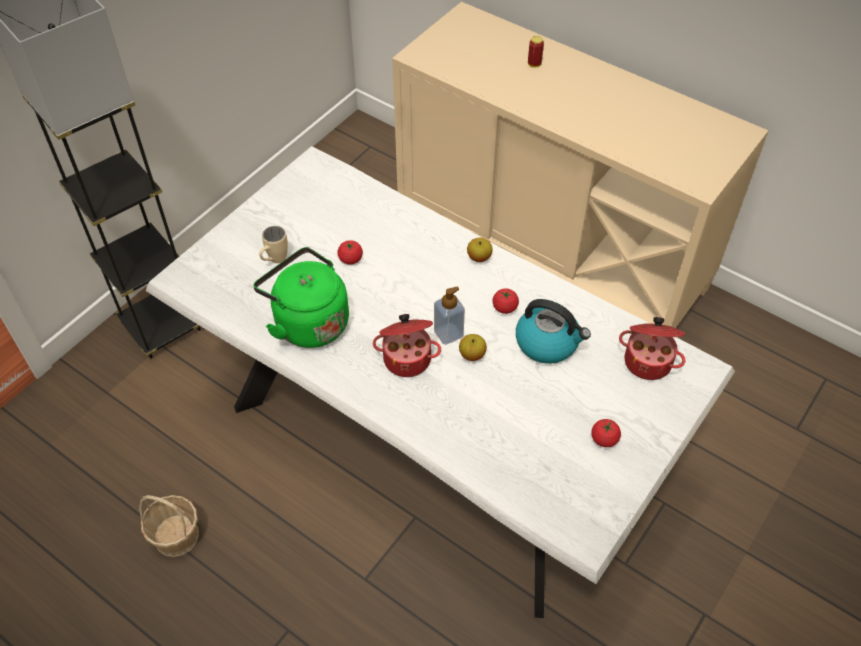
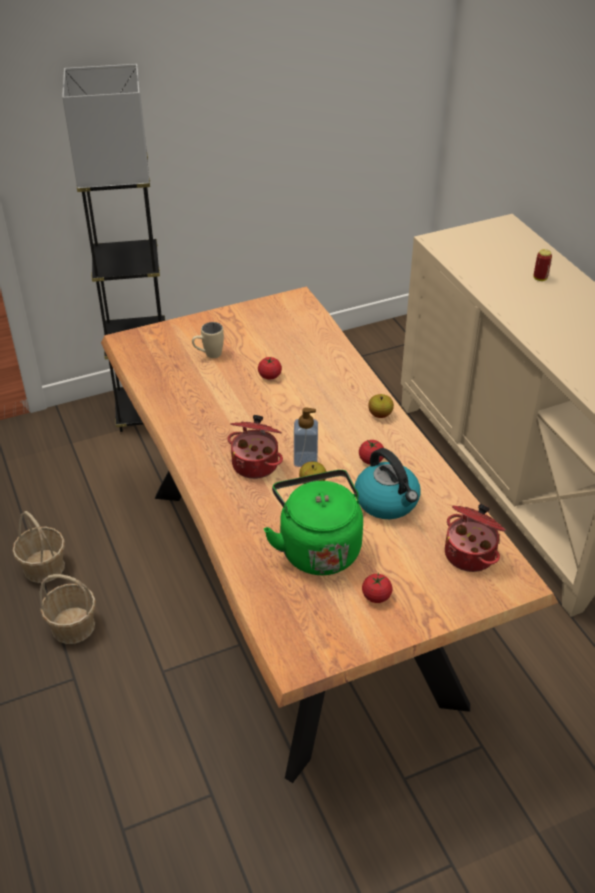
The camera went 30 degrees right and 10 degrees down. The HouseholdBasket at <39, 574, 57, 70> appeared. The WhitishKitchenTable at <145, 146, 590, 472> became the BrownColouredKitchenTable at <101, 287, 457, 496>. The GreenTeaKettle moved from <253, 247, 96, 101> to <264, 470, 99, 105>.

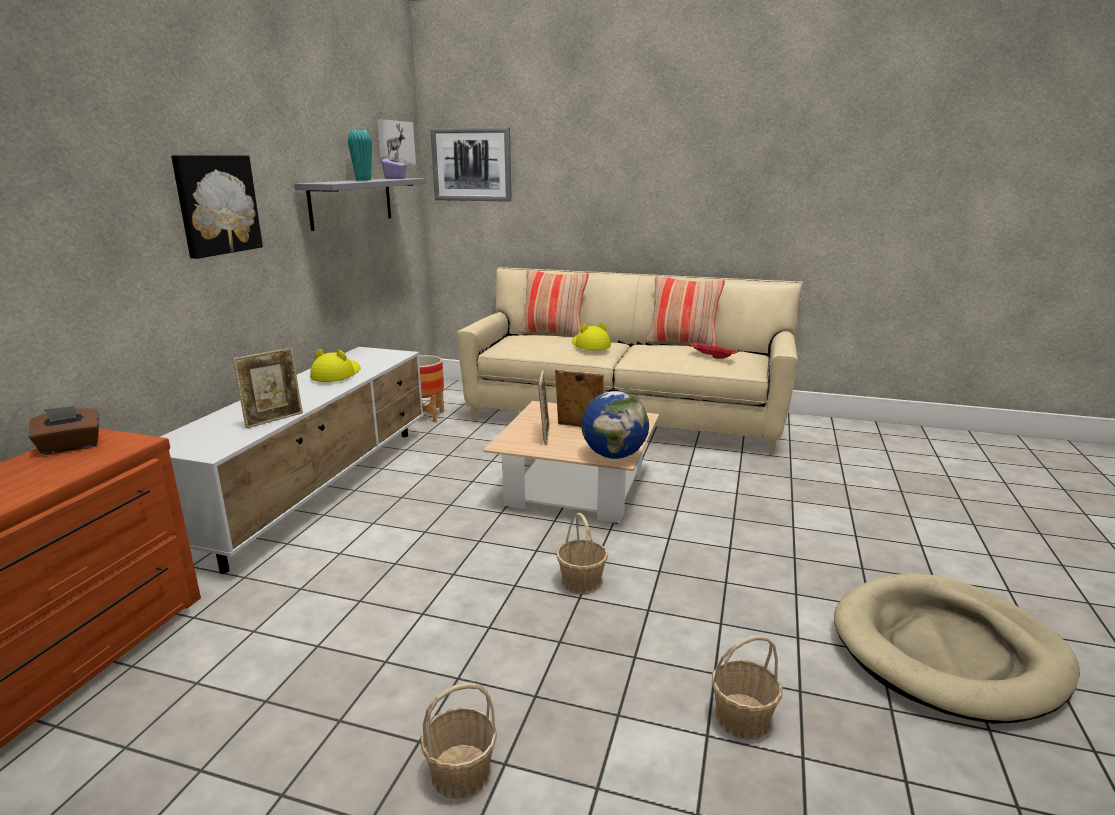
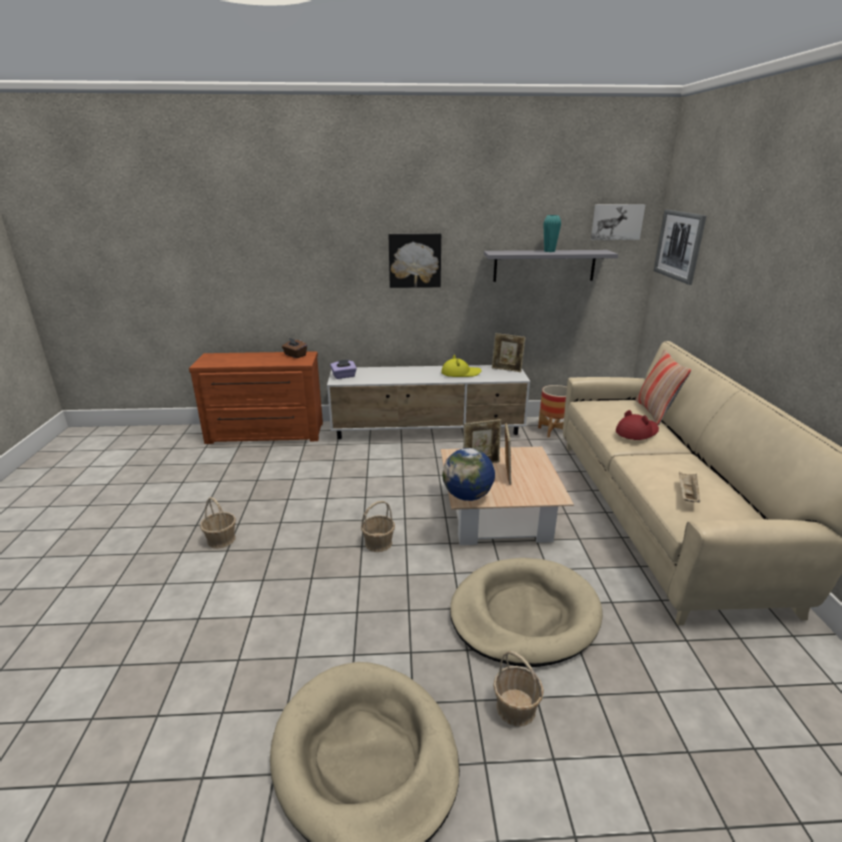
The camera went 70 degrees right and 5 degrees up. The PurpleTissueHolder moved from <382, 152, 25, 27> to <330, 359, 27, 20>. The SandColouredDogBed at <450, 558, 153, 109> appeared. The PhotoFrame moved from <233, 348, 70, 80> to <492, 333, 34, 39>. The HouseholdBasket moved from <712, 635, 71, 105> to <493, 651, 51, 76>. The YellowColouredHat at <572, 322, 39, 28> became the RedColouredHat at <616, 410, 43, 30>. The RedColouredServingTray at <689, 341, 50, 18> became the SandColouredServingTray at <679, 473, 21, 30>. The Pillow at <646, 276, 79, 71> disappeared.

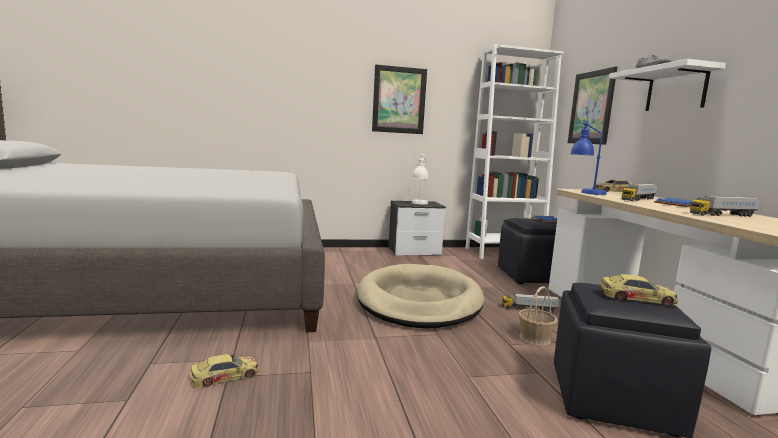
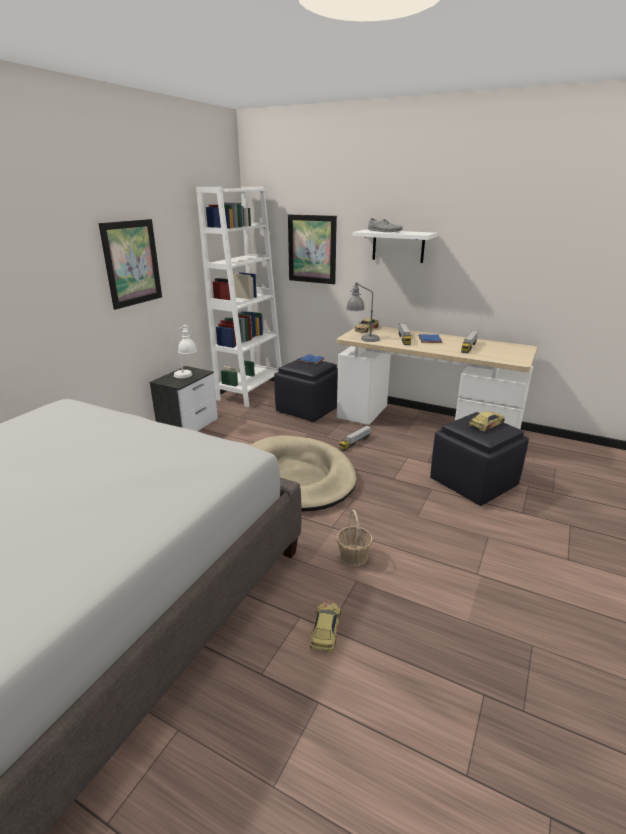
The camera went 50 degrees left and 15 degrees up. The HouseholdBasket moved from <518, 286, 40, 60> to <337, 509, 36, 57>. The BluishLampForATable at <570, 122, 37, 73> became the GreyishLampForATable at <346, 282, 34, 60>.

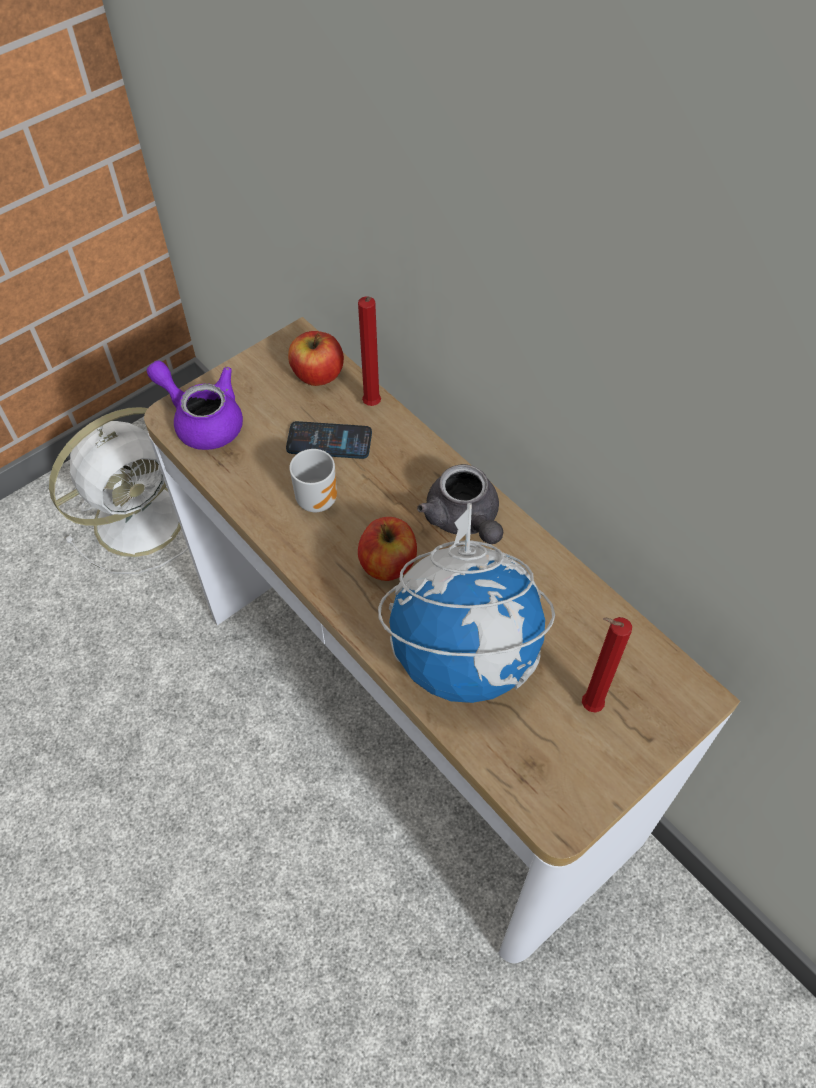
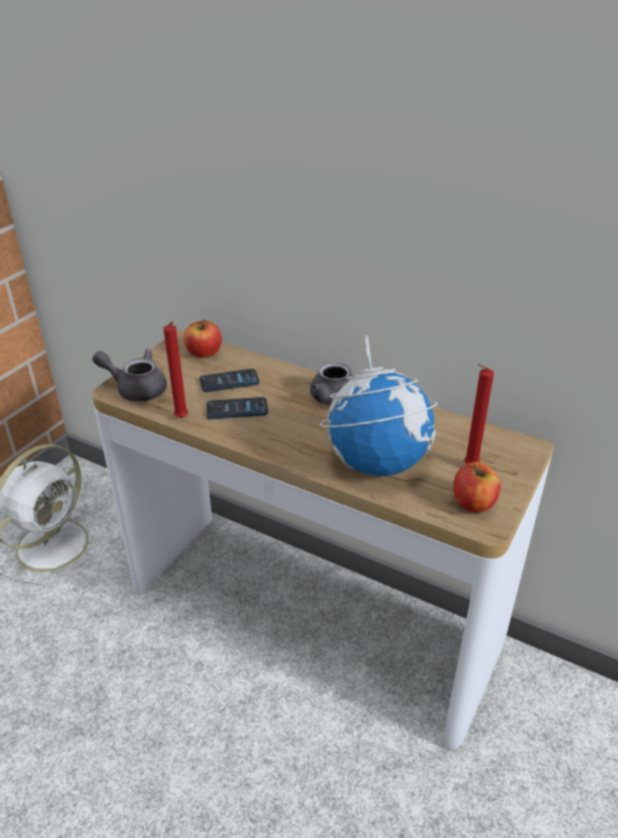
The camera went 20 degrees left and 20 degrees down. The PurpleTeaPot at <147, 361, 96, 89> became the GreyishTeaPot at <92, 349, 75, 53>. The RedColouredCandle moved from <358, 296, 23, 110> to <163, 321, 25, 97>. The TeaMug at <289, 449, 48, 63> was replaced by the Telephone at <207, 397, 61, 22>. The WholeApple moved from <358, 517, 59, 64> to <453, 462, 48, 51>.

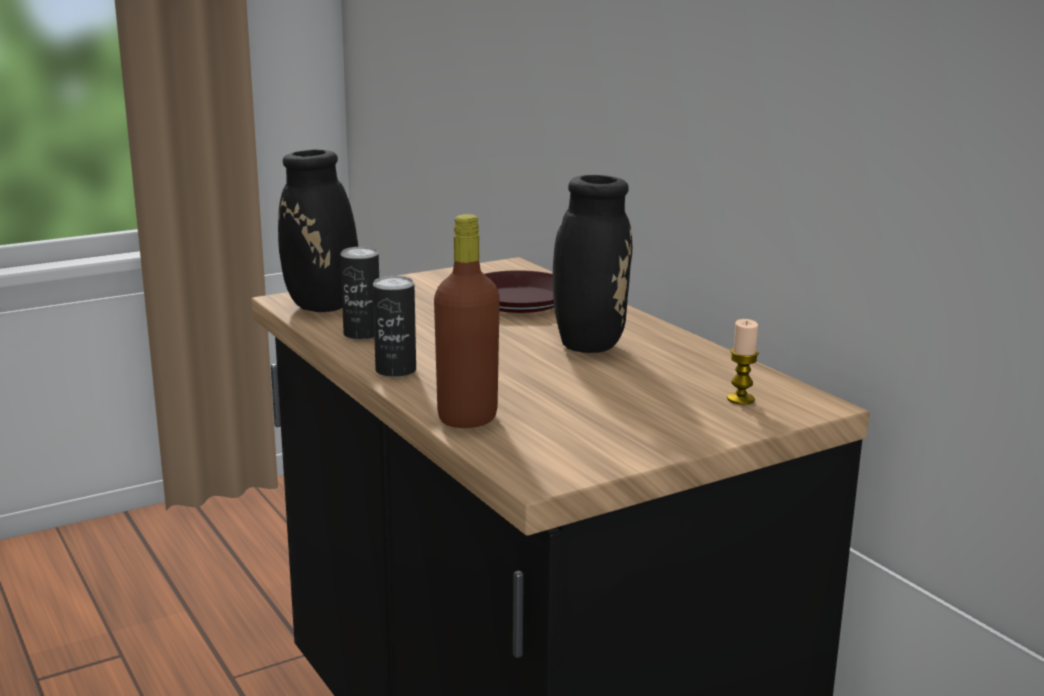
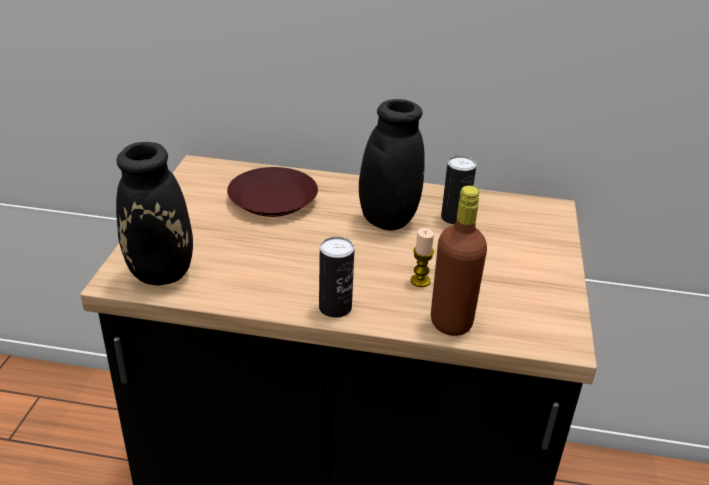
The camera went 50 degrees left and 15 degrees up. The Candle moved from <727, 319, 32, 86> to <411, 228, 23, 59>. The Can moved from <340, 247, 39, 93> to <441, 156, 35, 68>.

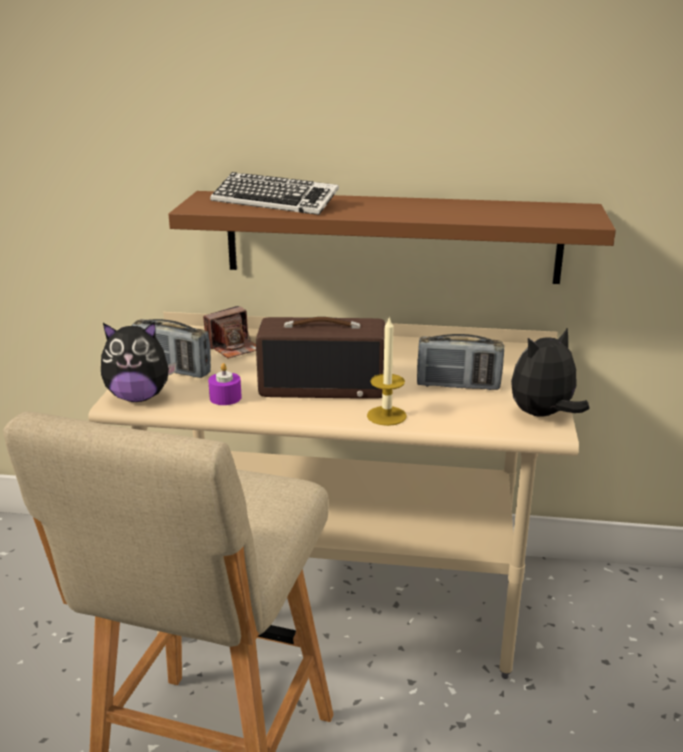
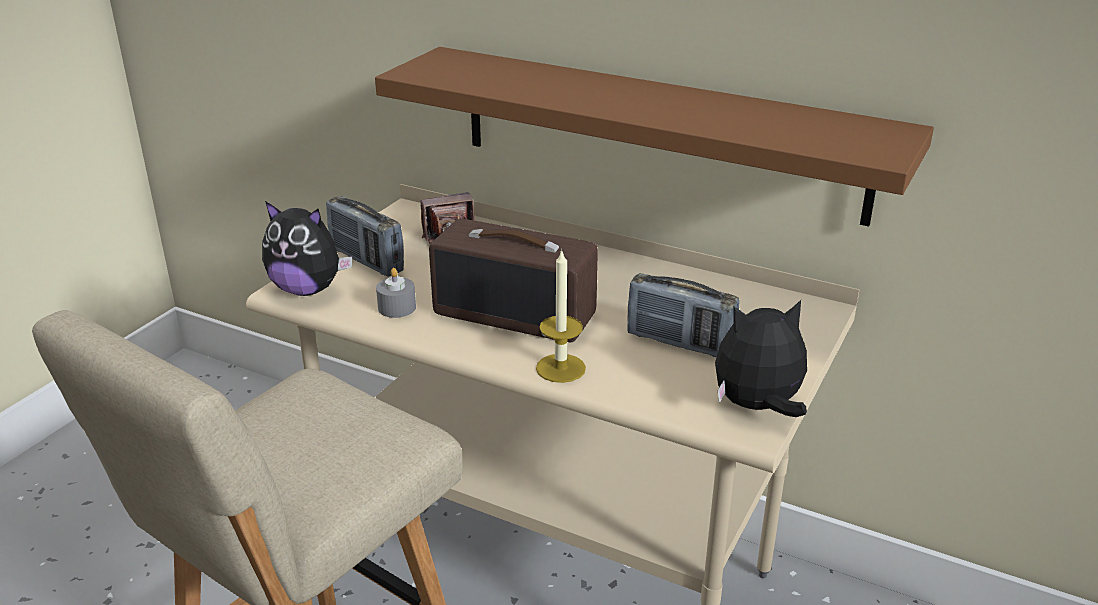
The camera went 20 degrees right and 5 degrees up. The PurpleCandle at <208, 363, 34, 42> became the GreyishCandle at <376, 268, 40, 50>. The Keyboard at <210, 172, 129, 43> disappeared.

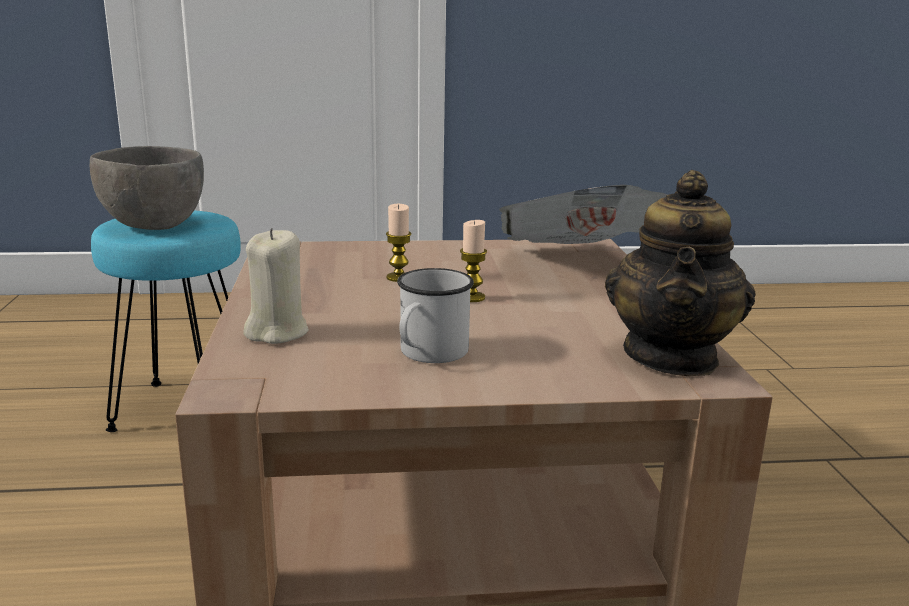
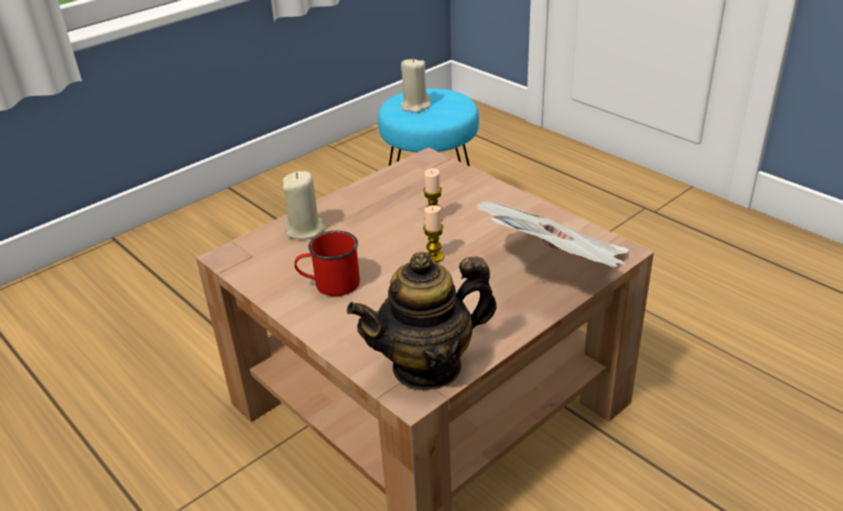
The camera went 55 degrees right and 15 degrees up. The WhitishTeaMug at <397, 268, 77, 95> became the RedColouredTeaMug at <294, 231, 66, 65>. The GreyishServingBowl at <90, 146, 114, 84> was replaced by the SandColouredCandle at <401, 57, 30, 56>.

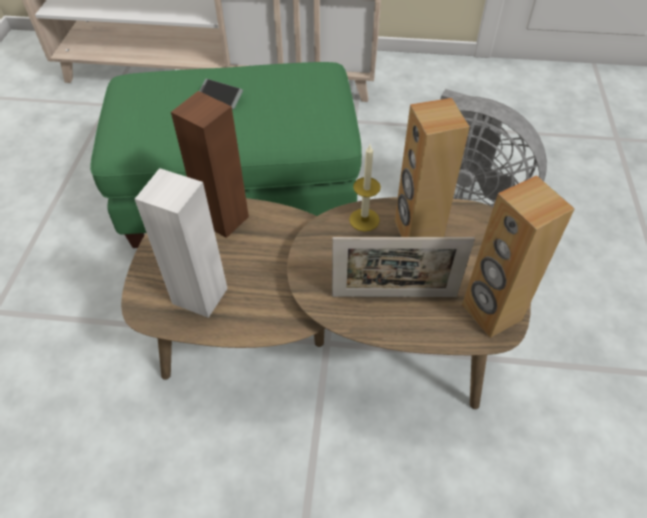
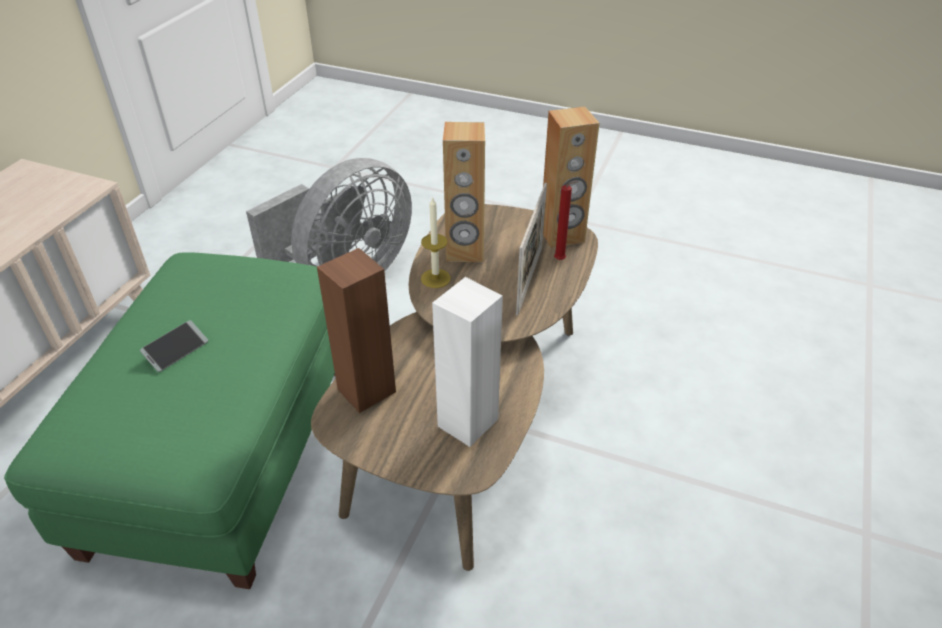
The camera went 75 degrees left and 10 degrees down. The RedColouredCandle at <554, 181, 23, 79> appeared.

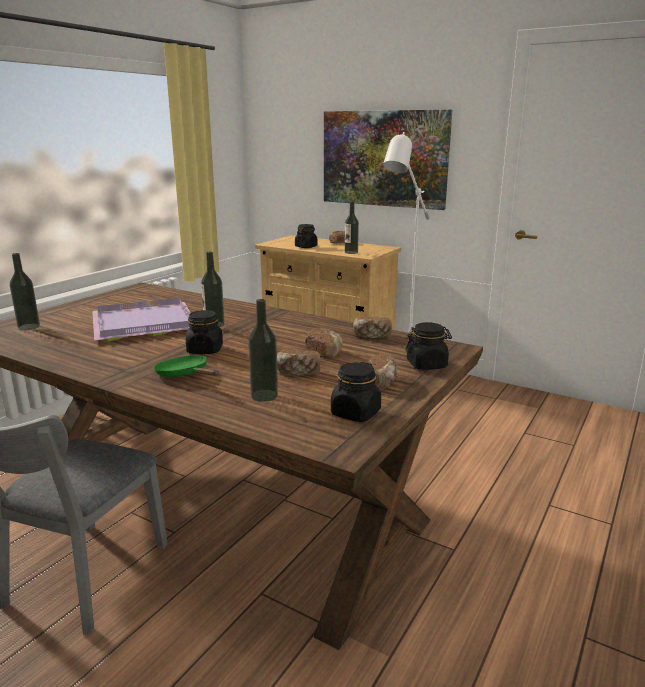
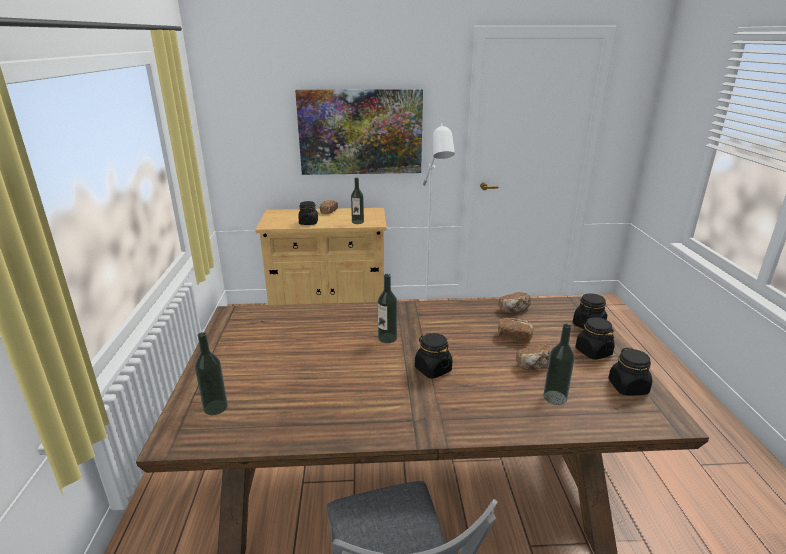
The camera went 35 degrees left and 5 degrees up. The BakeryBread at <369, 354, 29, 35> was replaced by the BlackishStorageJar at <576, 317, 39, 43>. The PurpleServingTray at <92, 298, 99, 43> disappeared. The GreenFryingPan at <153, 355, 66, 22> disappeared.

